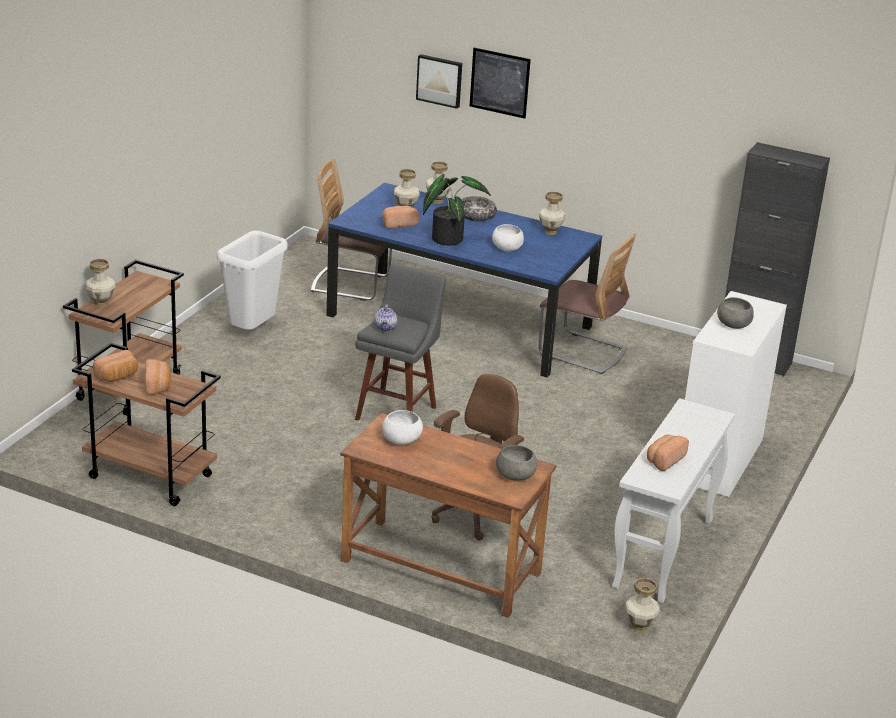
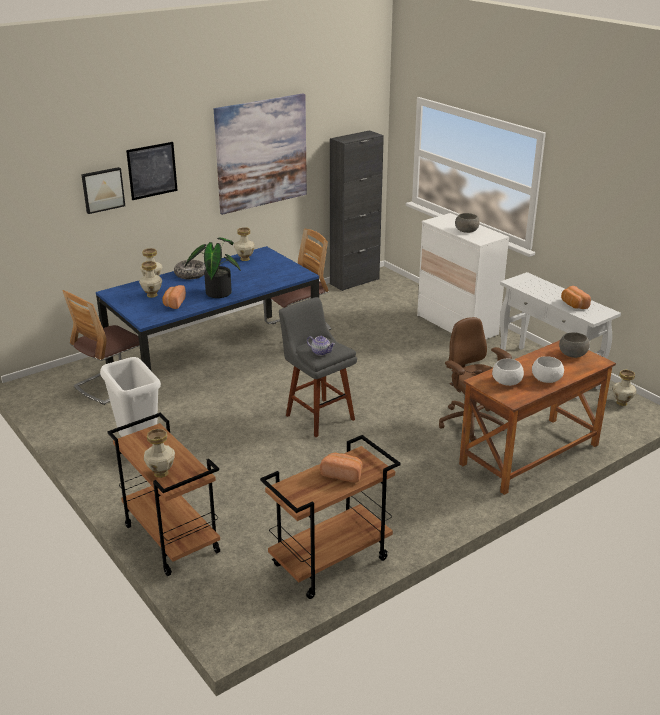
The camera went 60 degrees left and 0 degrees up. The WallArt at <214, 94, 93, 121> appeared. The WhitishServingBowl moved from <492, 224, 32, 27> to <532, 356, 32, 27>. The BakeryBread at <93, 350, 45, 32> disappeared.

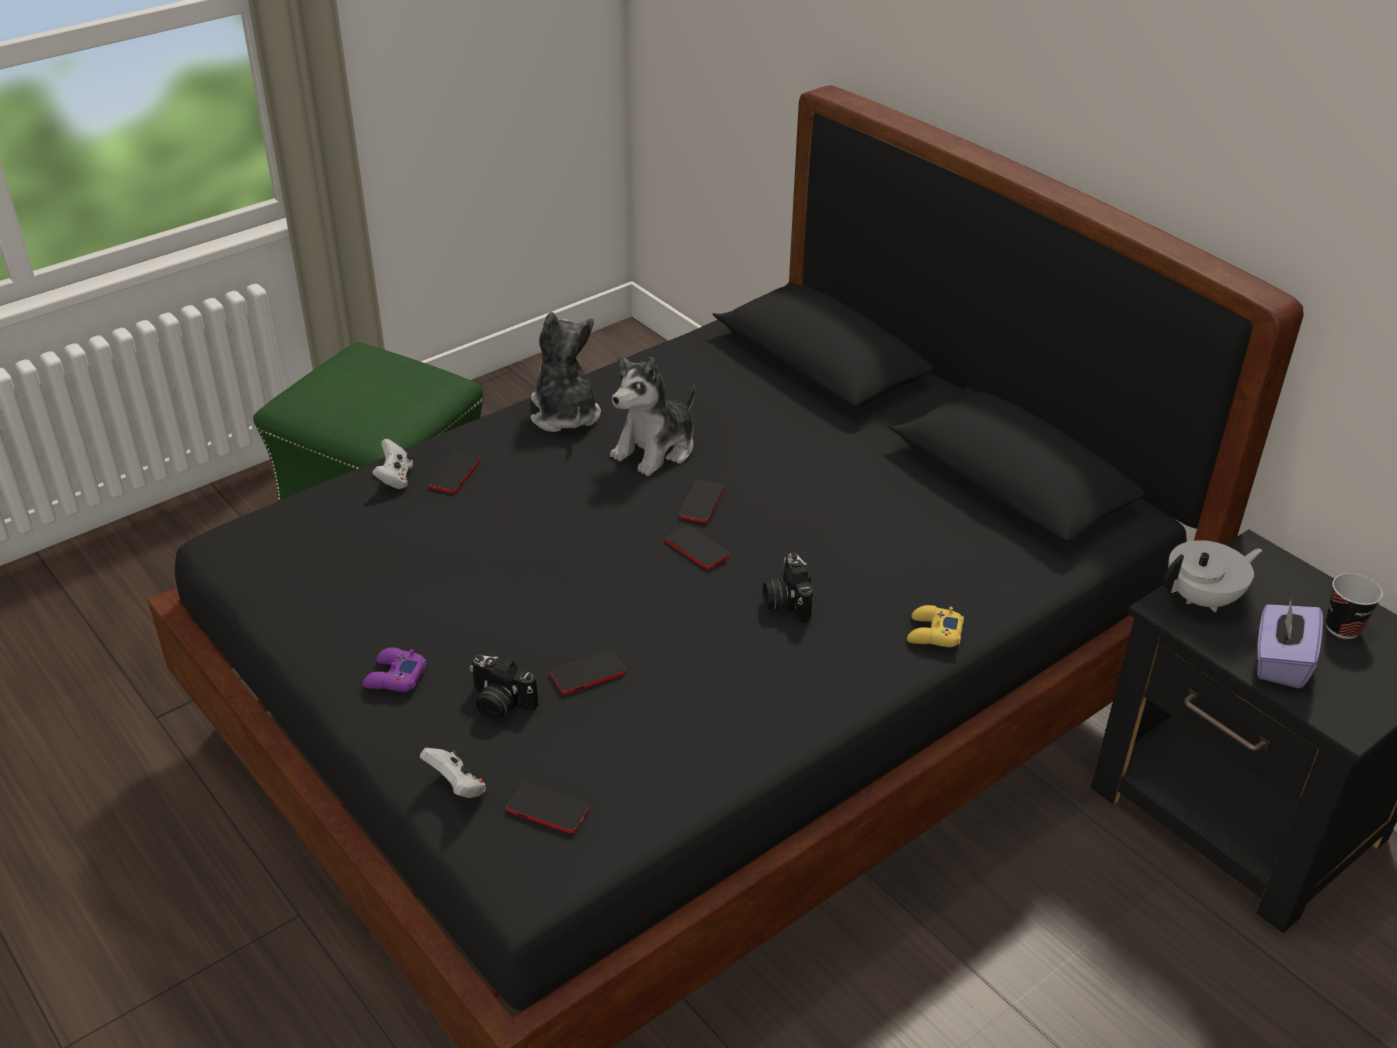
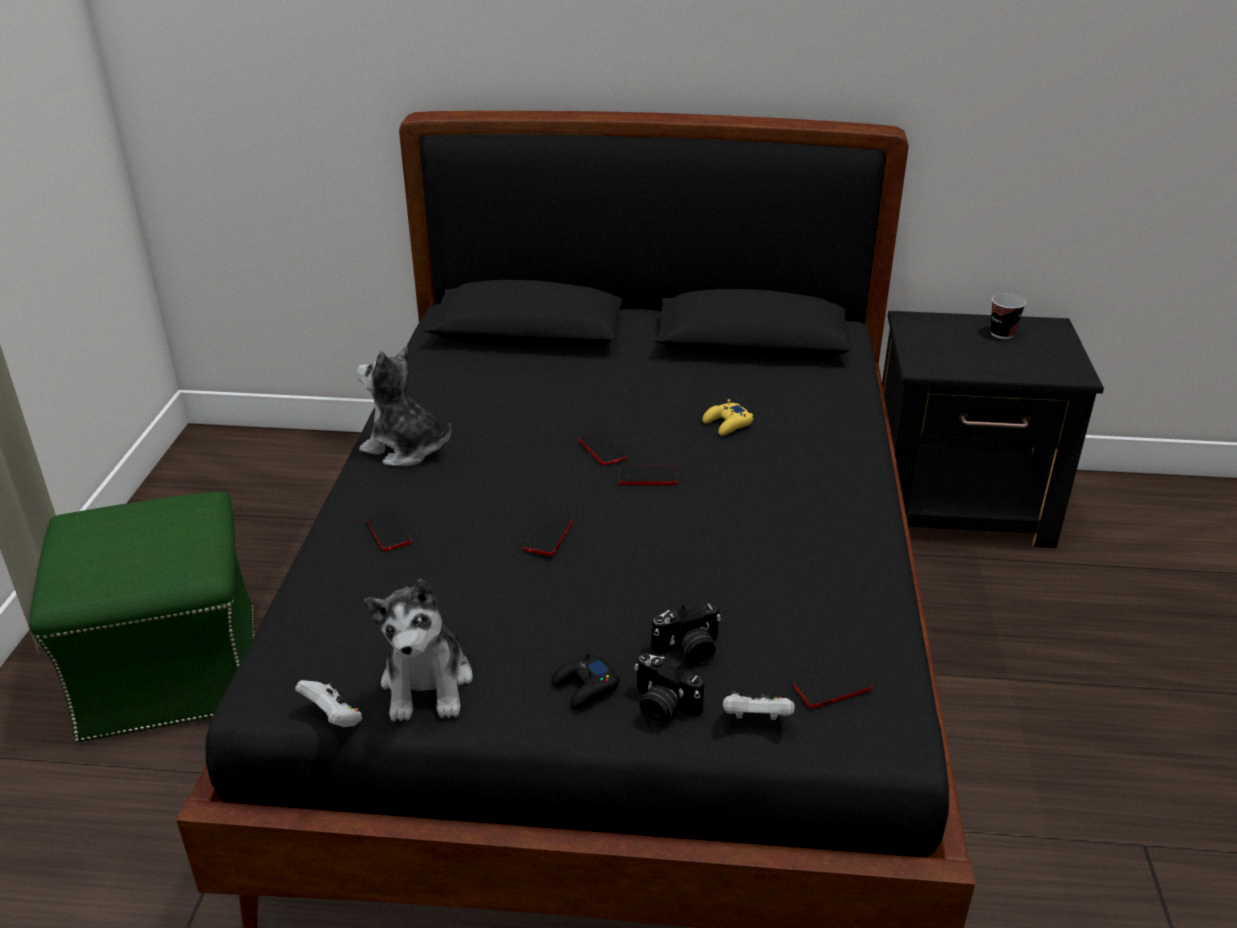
The camera went 45 degrees left and 5 degrees down. The WhitishGamepad moved from <372, 439, 41, 50> to <295, 680, 67, 47>. The CuddlyToy moved from <610, 355, 85, 121> to <364, 579, 109, 142>. The Telephone moved from <550, 650, 76, 44> to <524, 513, 49, 43>. The PurpleGamepad at <362, 647, 65, 45> became the BlackishGamepad at <552, 652, 68, 57>. The StillCamera moved from <763, 552, 50, 71> to <635, 653, 69, 71>. The YellowColouredGamepad moved from <907, 605, 57, 42> to <703, 399, 50, 37>. The WhitishTeaPot at <1164, 540, 98, 72> disappeared. The PurpleTissueHolder at <1257, 600, 66, 88> disappeared.

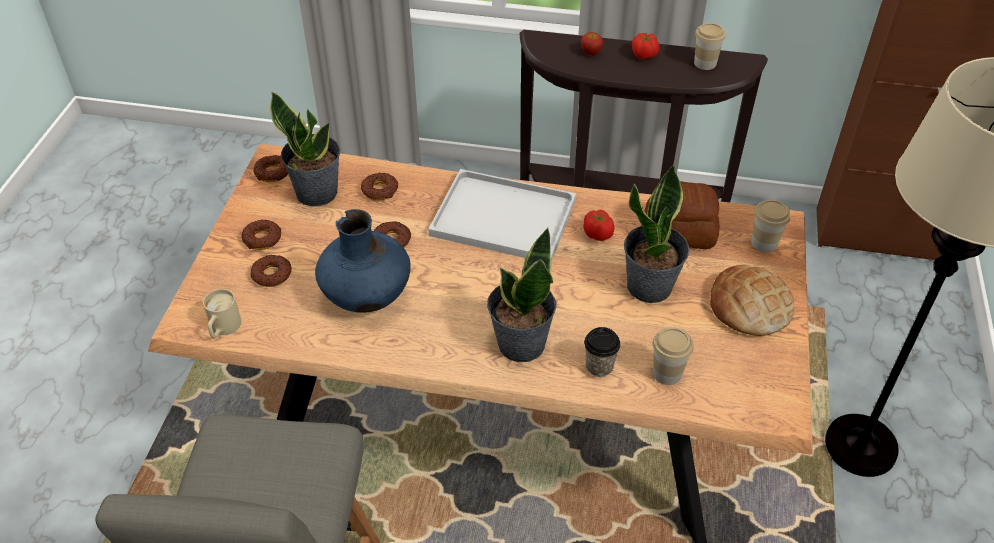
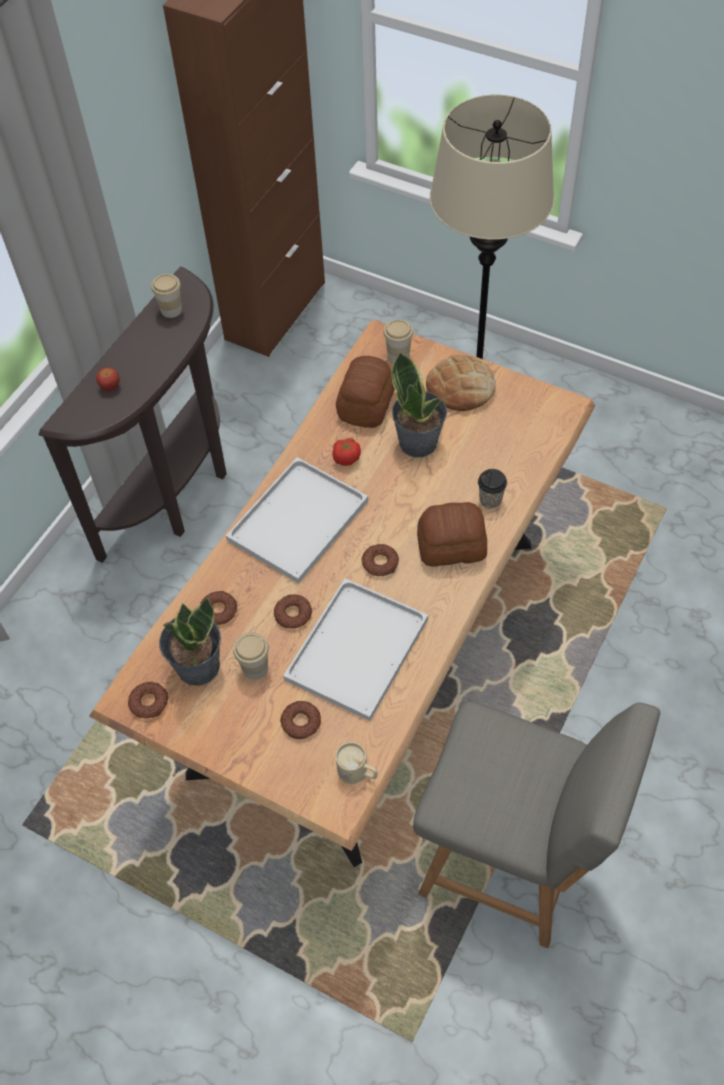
The camera went 70 degrees left and 10 degrees up. The SmallCup moved from <653, 327, 41, 58> to <233, 632, 36, 48>. The BluishVase at <315, 209, 96, 104> was replaced by the WhitishServingTray at <283, 578, 145, 143>. The Donut moved from <241, 220, 40, 30> to <361, 544, 38, 32>. The PlantInAPot at <487, 227, 70, 135> was replaced by the BakeryBread at <417, 502, 70, 64>. The Tomato at <632, 32, 28, 28> disappeared.

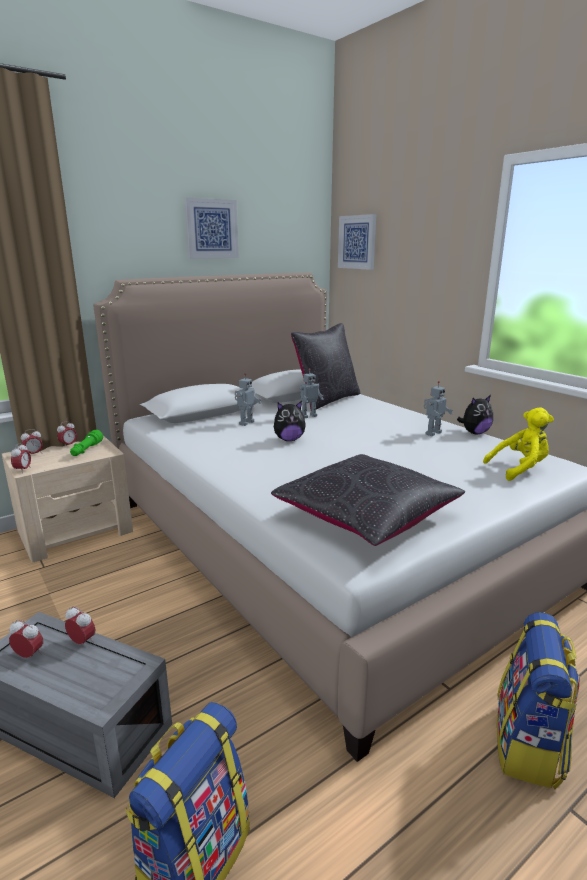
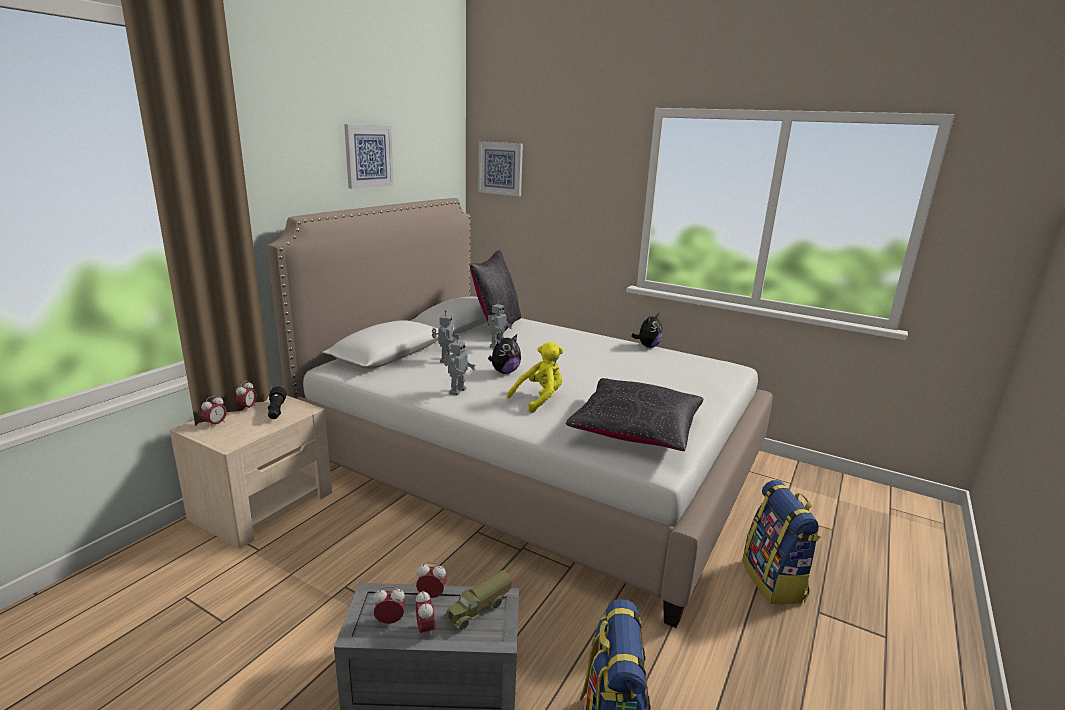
The camera went 25 degrees left and 0 degrees up. The GreenTorch at <70, 430, 33, 26> became the BlackishTorch at <268, 386, 18, 33>. The TableClock moved from <11, 443, 20, 27> to <416, 590, 19, 47>. The ToyRobot moved from <424, 381, 29, 55> to <444, 336, 31, 60>. The ToyLorry at <444, 570, 68, 60> appeared. The YellowColouredCuddlyToy moved from <483, 407, 71, 74> to <507, 341, 56, 72>.

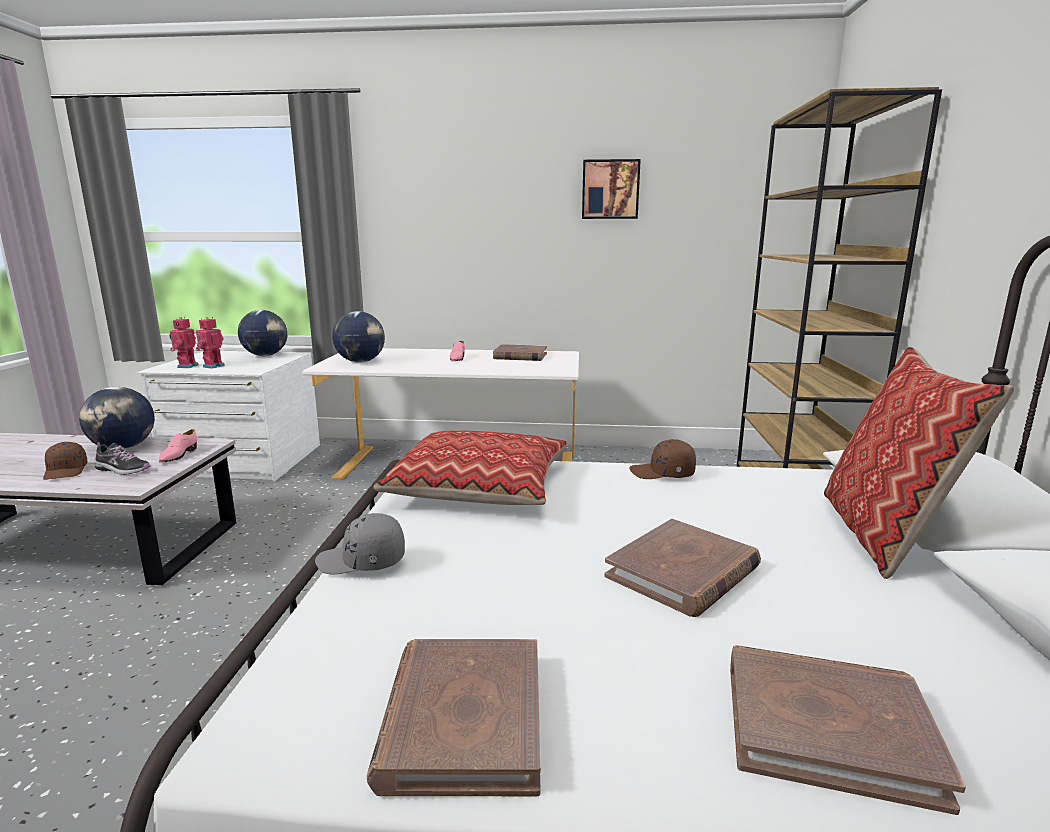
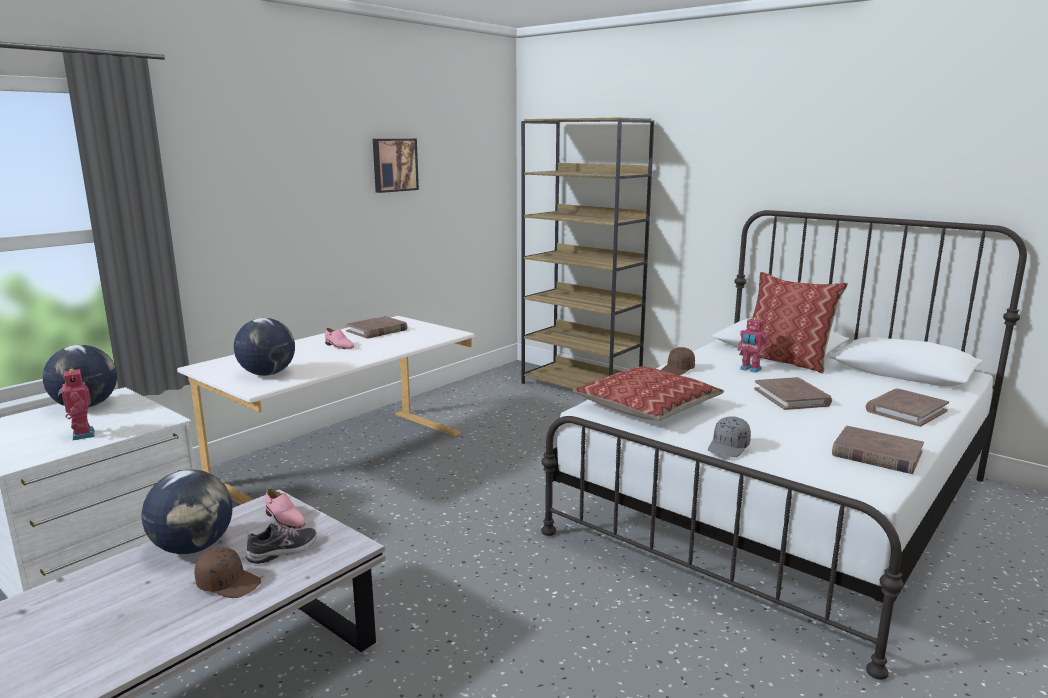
The camera went 55 degrees left and 0 degrees up. The ToyRobot moved from <169, 317, 30, 51> to <737, 317, 31, 56>.

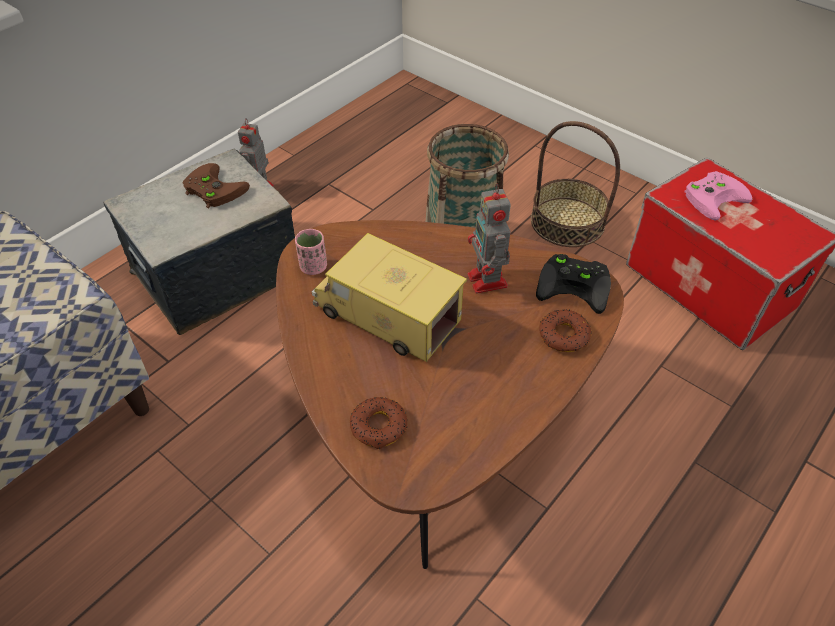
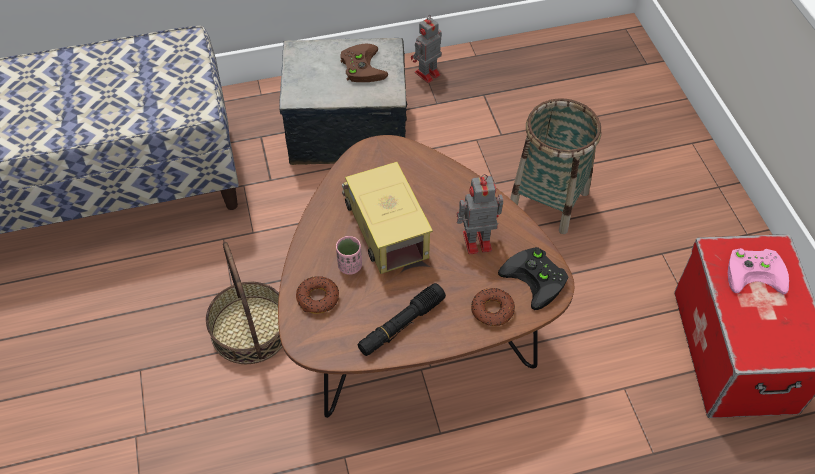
The camera went 35 degrees right and 5 degrees up. The HouseholdBasket moved from <531, 121, 89, 126> to <206, 242, 76, 122>. The PinkColouredSmallCup moved from <295, 229, 32, 46> to <336, 236, 26, 39>. The BlackishTorch at <357, 283, 89, 73> appeared. The ToyRobot at <468, 183, 43, 111> turned 60 degrees clockwise.

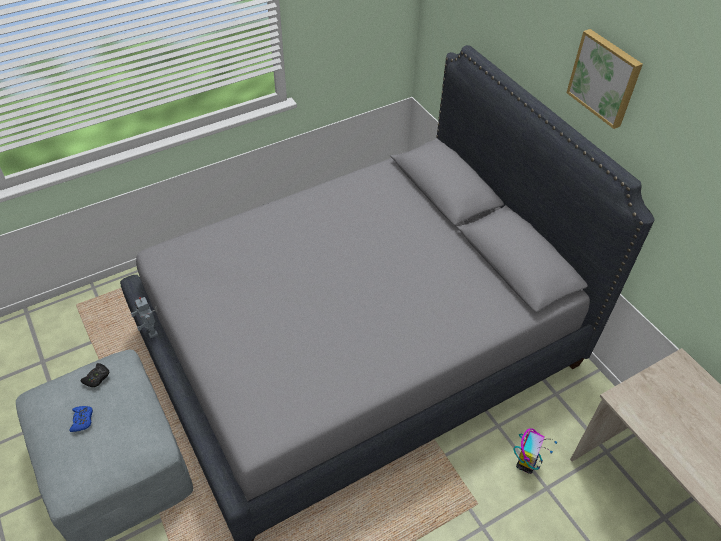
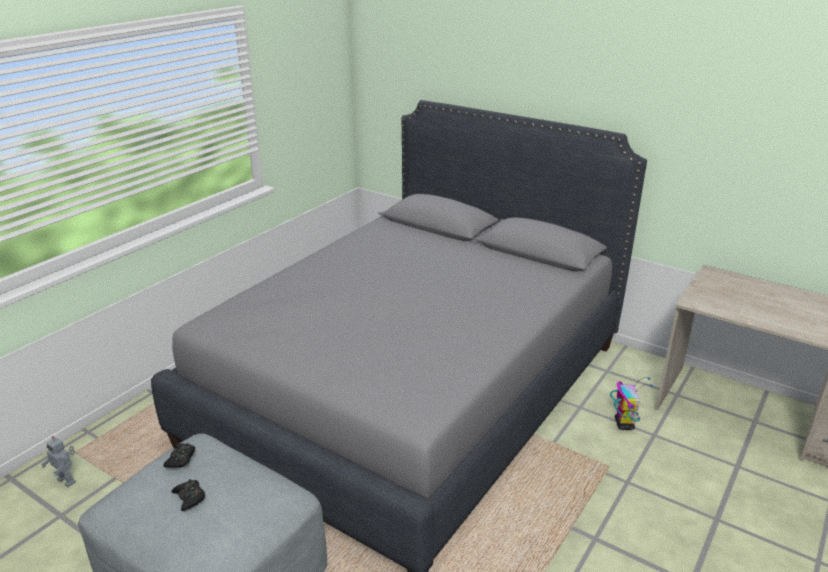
The camera went 25 degrees left and 20 degrees down. The ToyRobot moved from <131, 297, 27, 41> to <41, 436, 35, 51>. The BluishGamepad at <69, 406, 24, 26> became the BlackishGamepad at <172, 479, 33, 32>. The WallArt at <566, 29, 77, 100> disappeared.

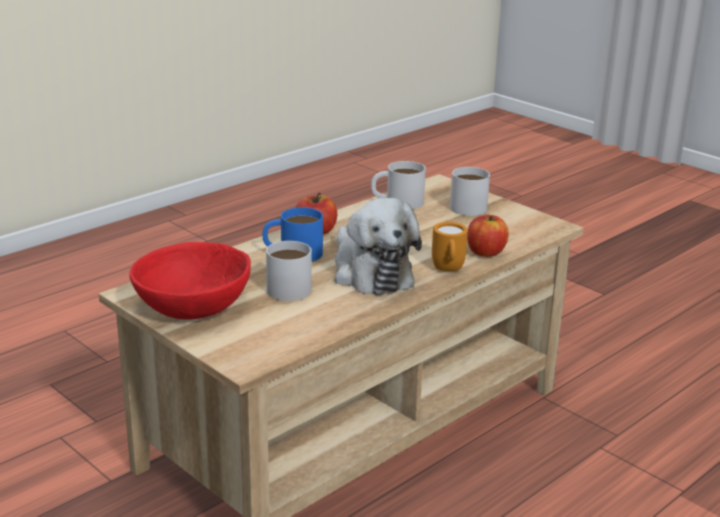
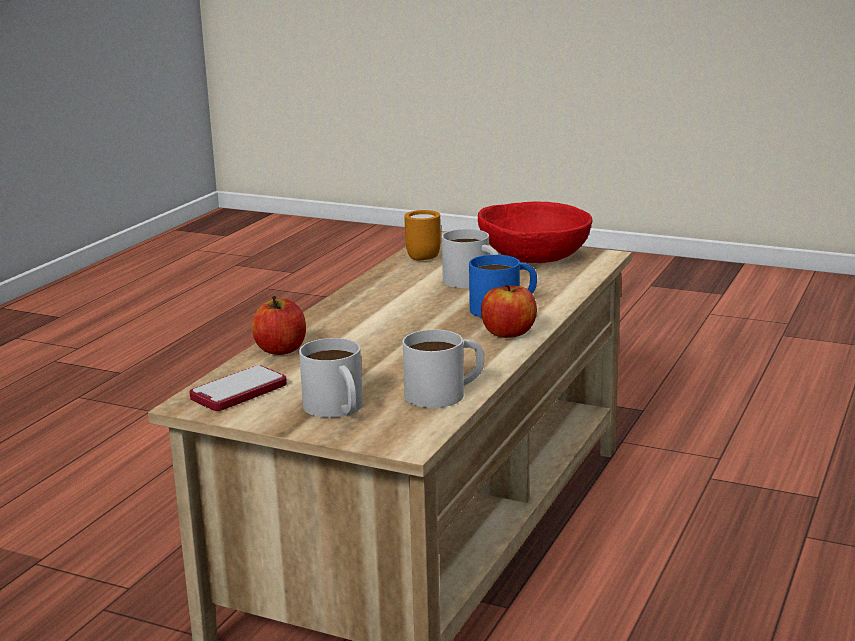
The camera went 160 degrees right and 5 degrees down. The Telephone at <190, 365, 97, 46> appeared. The OrangeColouredTeaMug moved from <432, 222, 36, 49> to <404, 210, 37, 51>. The CuddlyToy at <334, 198, 88, 97> disappeared.

